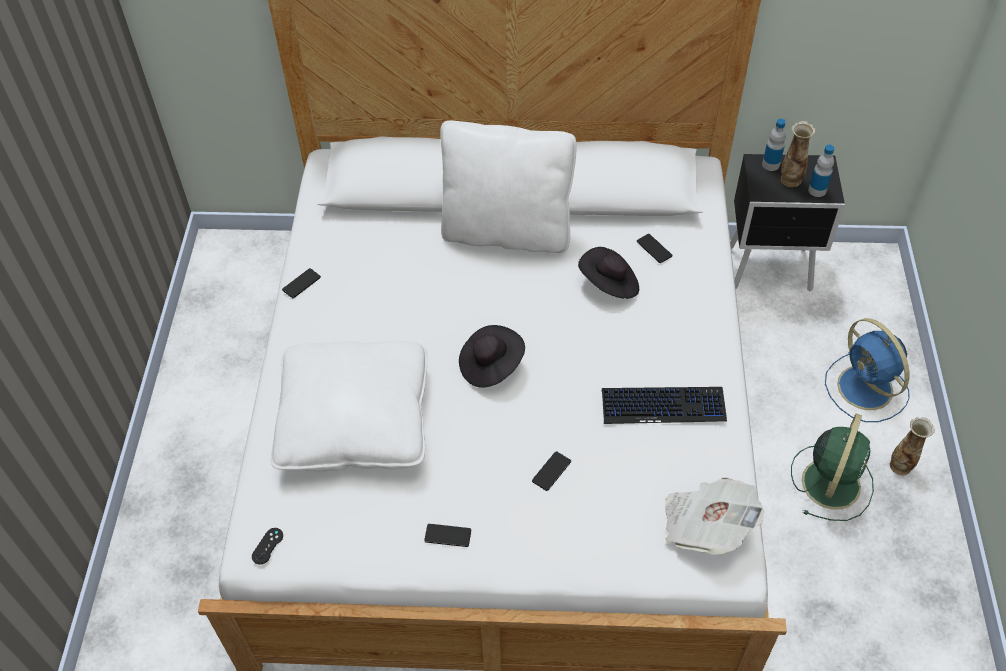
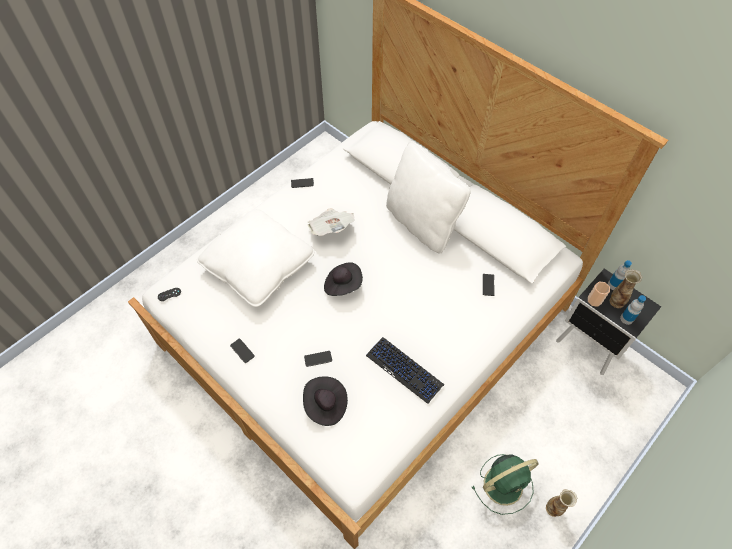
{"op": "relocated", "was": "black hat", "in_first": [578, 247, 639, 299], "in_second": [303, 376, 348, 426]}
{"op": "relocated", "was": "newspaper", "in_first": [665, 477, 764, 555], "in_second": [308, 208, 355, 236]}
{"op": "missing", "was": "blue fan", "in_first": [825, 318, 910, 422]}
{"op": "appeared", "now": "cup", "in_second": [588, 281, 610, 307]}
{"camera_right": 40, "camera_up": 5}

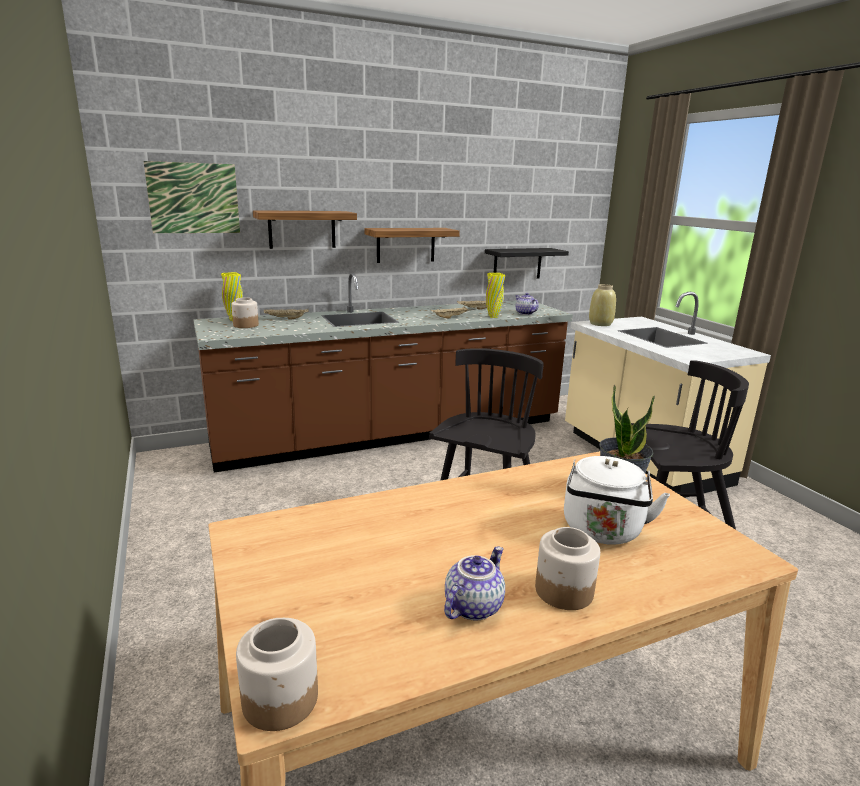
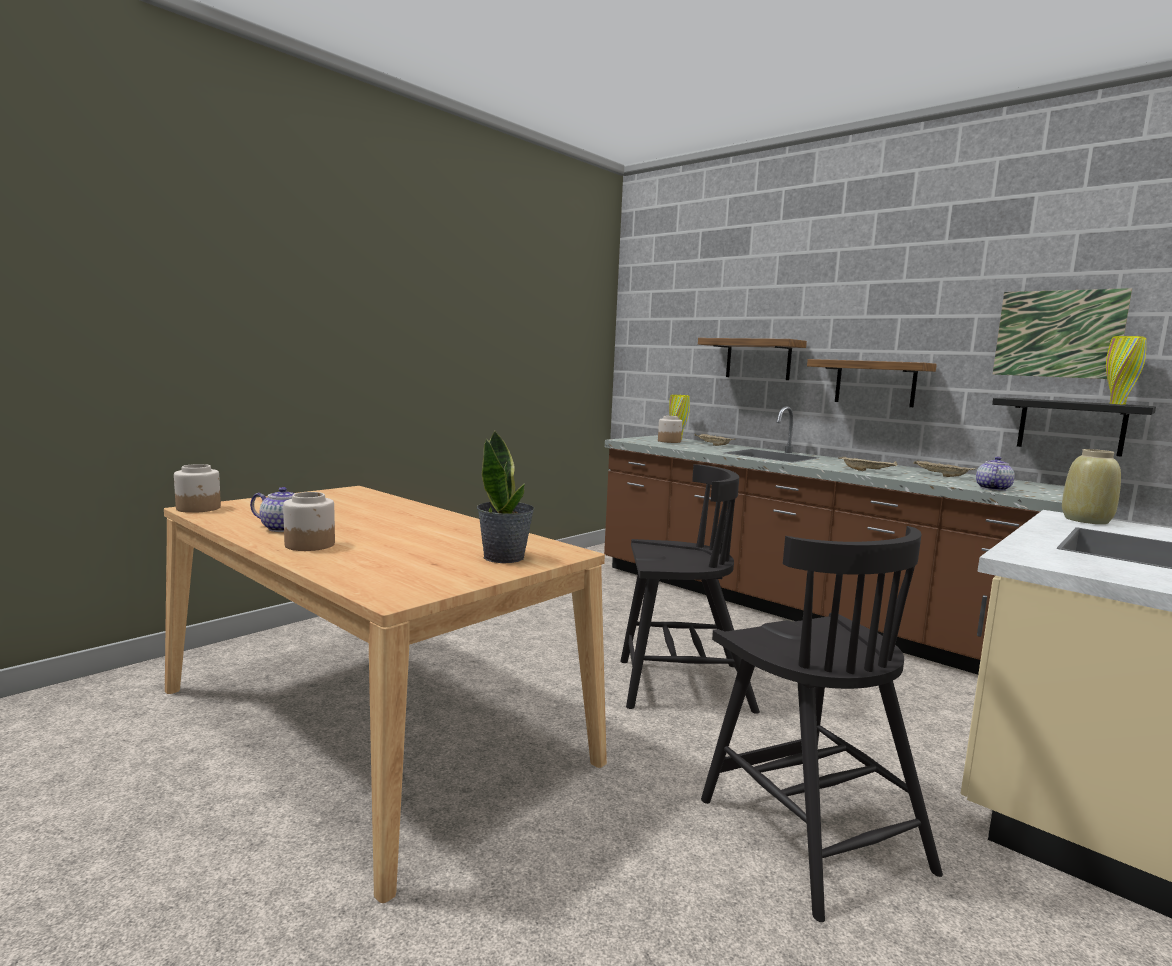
{"op": "relocated", "was": "picture", "in_first": [144, 161, 240, 233], "in_second": [992, 288, 1132, 379]}
{"op": "relocated", "was": "yellow vase", "in_first": [486, 273, 505, 318], "in_second": [1106, 336, 1146, 405]}
{"op": "missing", "was": "white kettle", "in_first": [564, 456, 670, 544]}
{"camera_right": 65, "camera_up": -10}

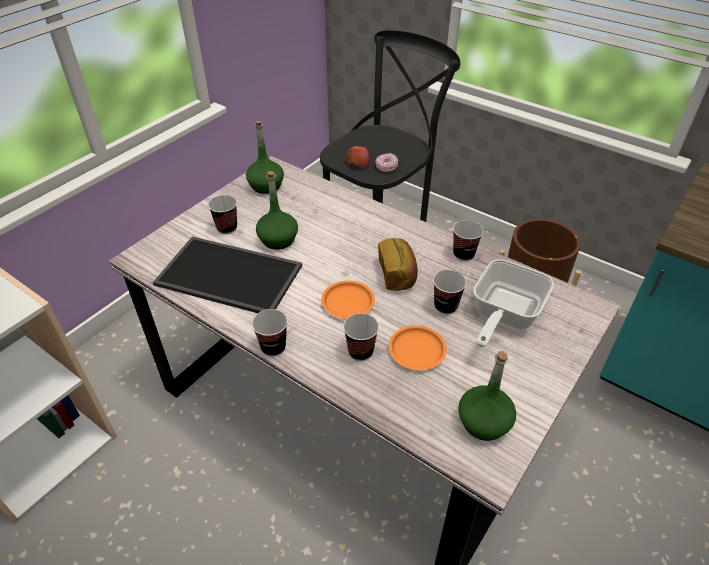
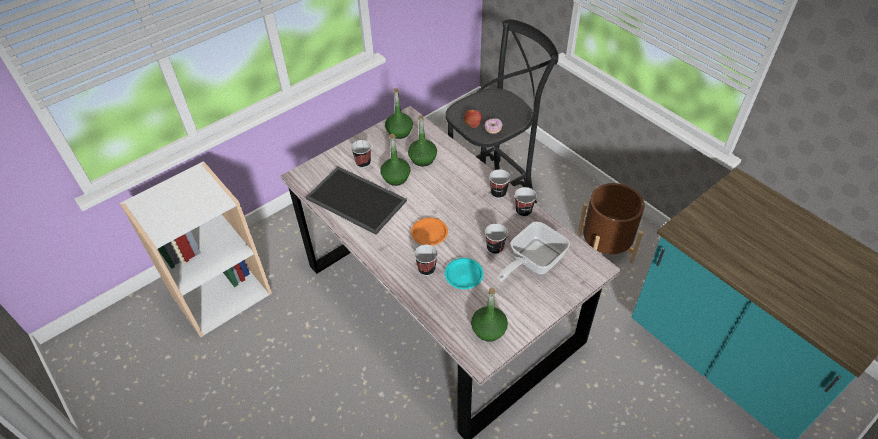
{"op": "relocated", "was": "cup", "in_first": [252, 309, 288, 357], "in_second": [489, 169, 511, 198]}
{"op": "missing", "was": "bread", "in_first": [378, 238, 418, 291]}
{"op": "colour", "was": "orange plate", "now": "turquoise plate", "in_first": [389, 325, 447, 370], "in_second": [445, 258, 484, 289]}
{"op": "appeared", "now": "green bottle", "in_second": [408, 115, 437, 166]}
{"camera_right": 15, "camera_up": 5}

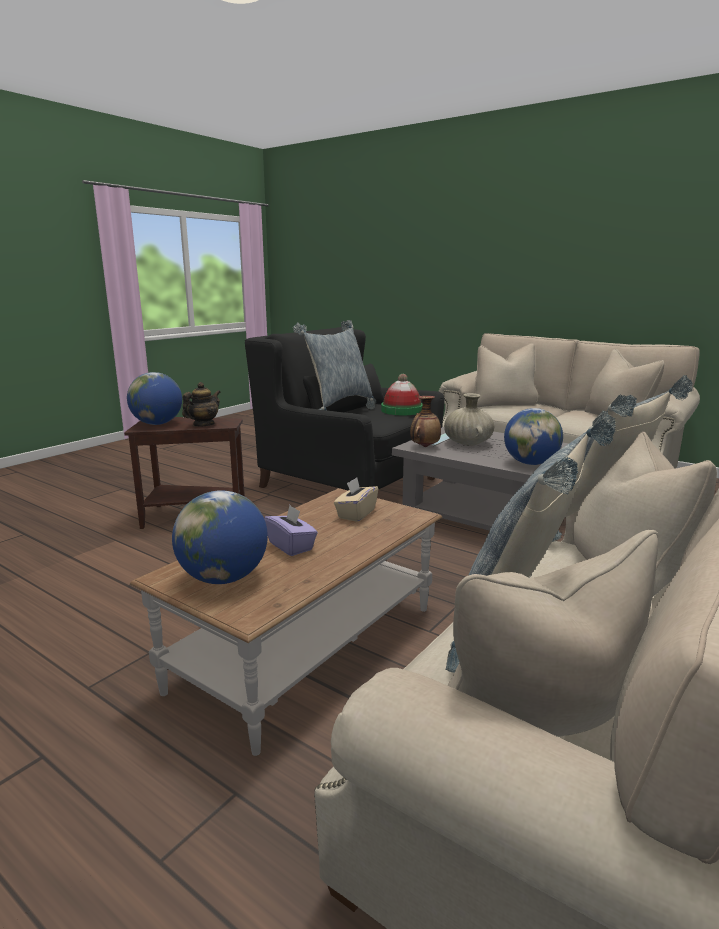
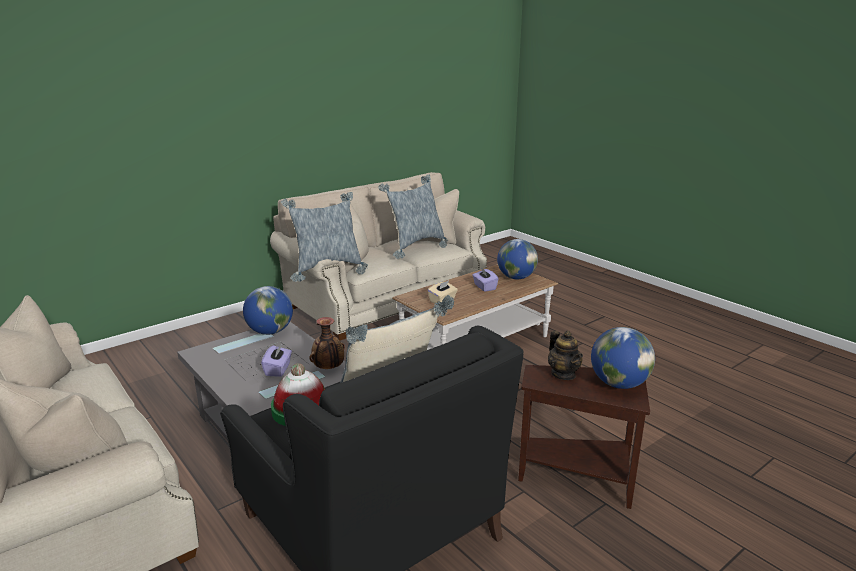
{"op": "spun", "was": "teapot", "in_first": [182, 382, 220, 427], "in_second": [548, 331, 583, 380], "clockwise": -75}
{"op": "exchanged", "was": "beige vase", "now": "purple tissue box", "in_first": [444, 393, 494, 446], "in_second": [261, 344, 292, 377]}
{"camera_right": -165, "camera_up": 5}

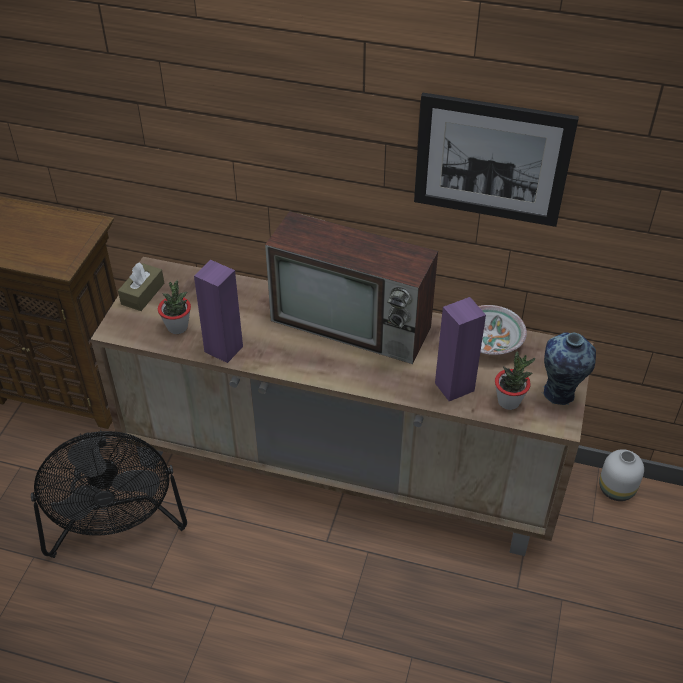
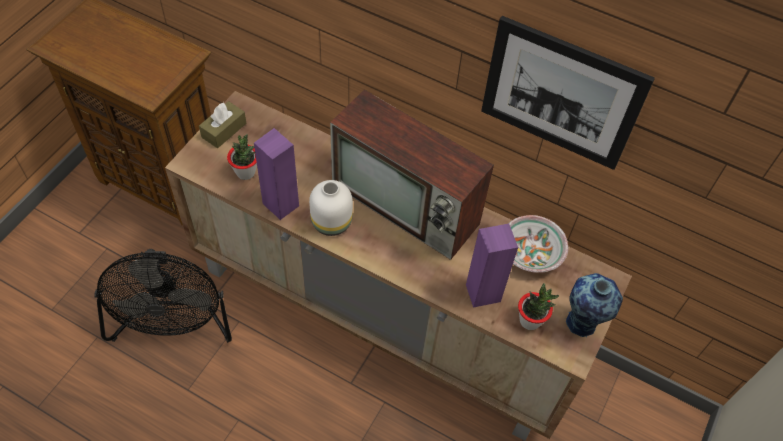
{"op": "relocated", "was": "white vase", "in_first": [599, 449, 644, 501], "in_second": [309, 180, 353, 236]}
{"camera_right": 10, "camera_up": 10}

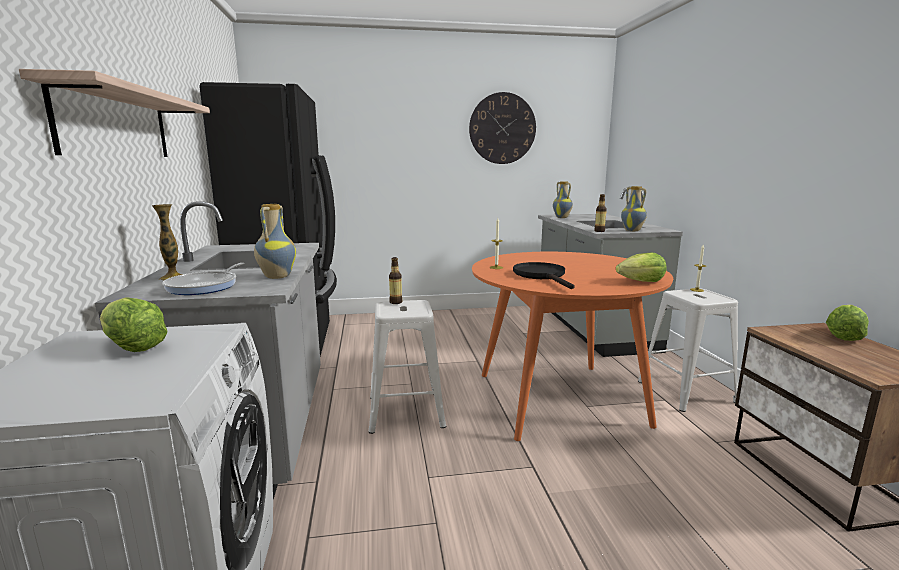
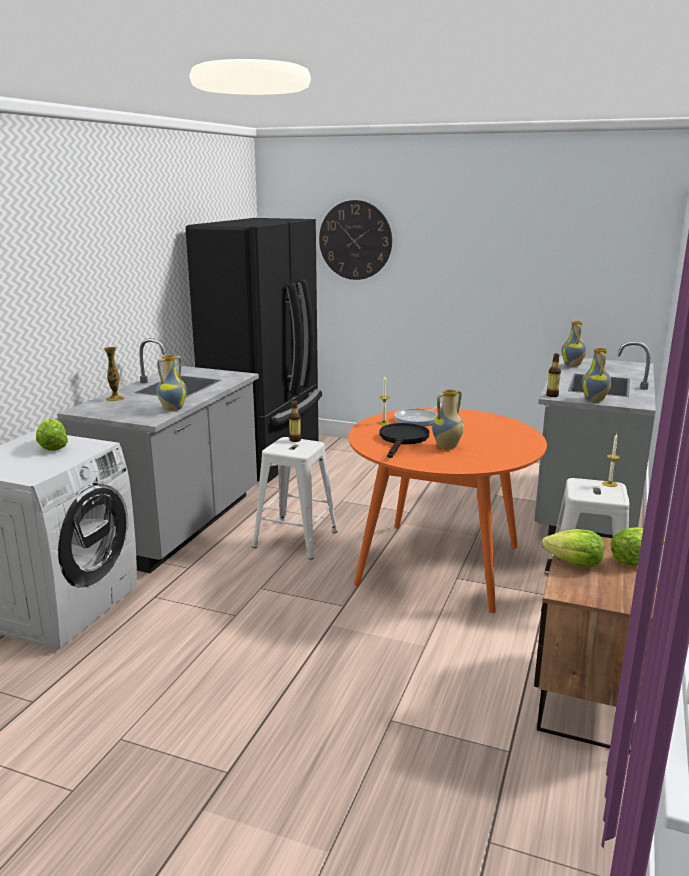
{"op": "missing", "was": "shelf", "in_first": [19, 69, 210, 157]}
{"op": "relocated", "was": "frying pan", "in_first": [162, 263, 245, 295], "in_second": [394, 404, 442, 426]}
{"op": "relocated", "was": "wall clock", "in_first": [469, 92, 536, 164], "in_second": [319, 200, 392, 280]}
{"op": "relocated", "was": "lettuce", "in_first": [616, 253, 666, 282], "in_second": [542, 529, 604, 568]}
{"op": "appeared", "now": "vase", "in_second": [432, 389, 464, 449]}
{"camera_right": 30, "camera_up": 5}

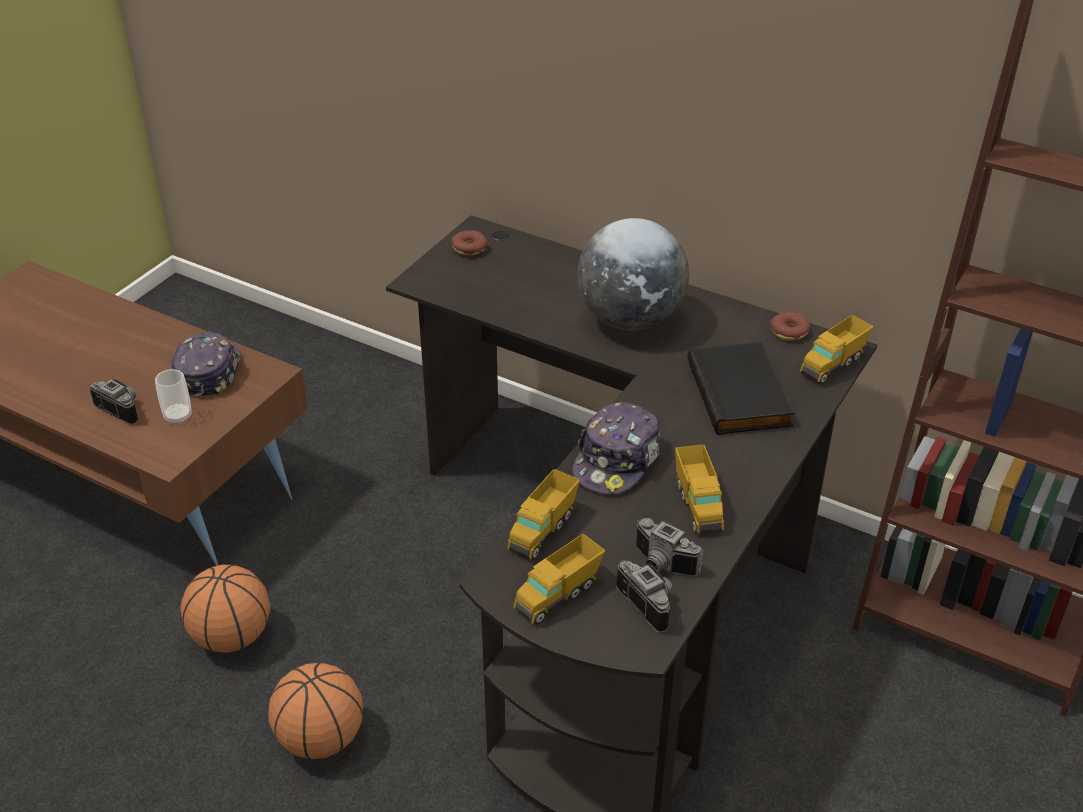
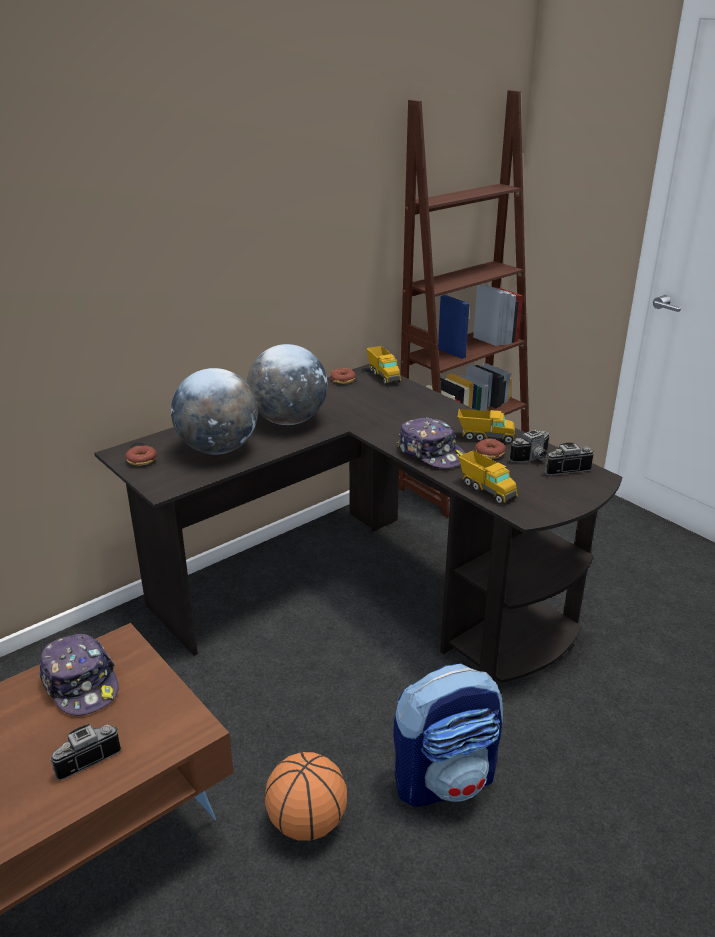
{"op": "missing", "was": "cup", "in_first": [155, 369, 192, 424]}
{"op": "spun", "was": "cap", "in_first": [171, 331, 241, 396], "in_second": [39, 634, 119, 716], "clockwise": -150}
{"op": "exchanged", "was": "basketball", "now": "backpack", "in_first": [268, 663, 363, 759], "in_second": [393, 664, 503, 807]}
{"op": "missing", "was": "toy truck", "in_first": [513, 534, 605, 625]}
{"op": "missing", "was": "black book", "in_first": [688, 342, 794, 435]}
{"op": "appeared", "now": "globe", "in_second": [171, 368, 258, 454]}
{"op": "appeared", "now": "donut", "in_second": [475, 438, 506, 459]}
{"camera_right": -70, "camera_up": -10}

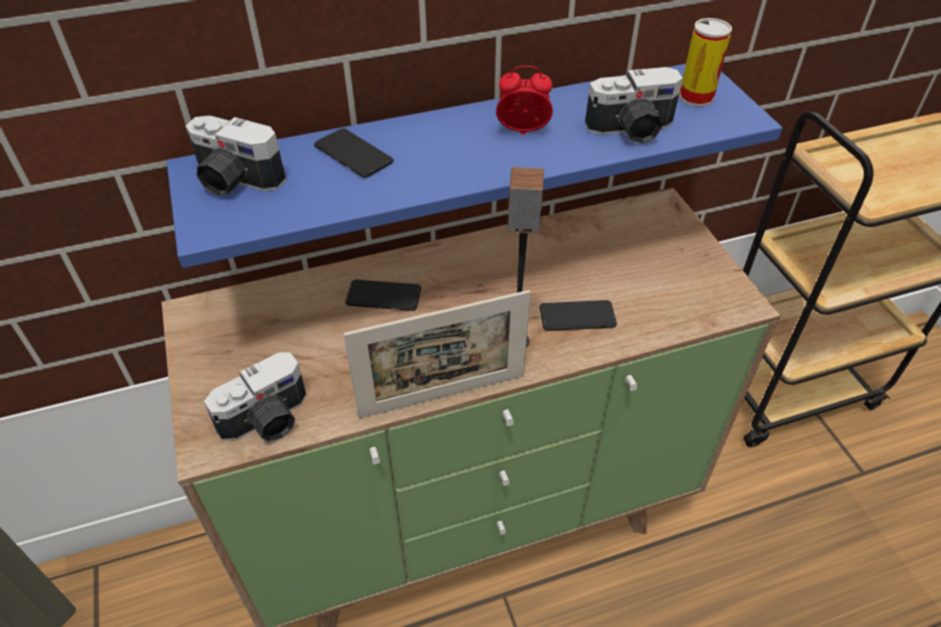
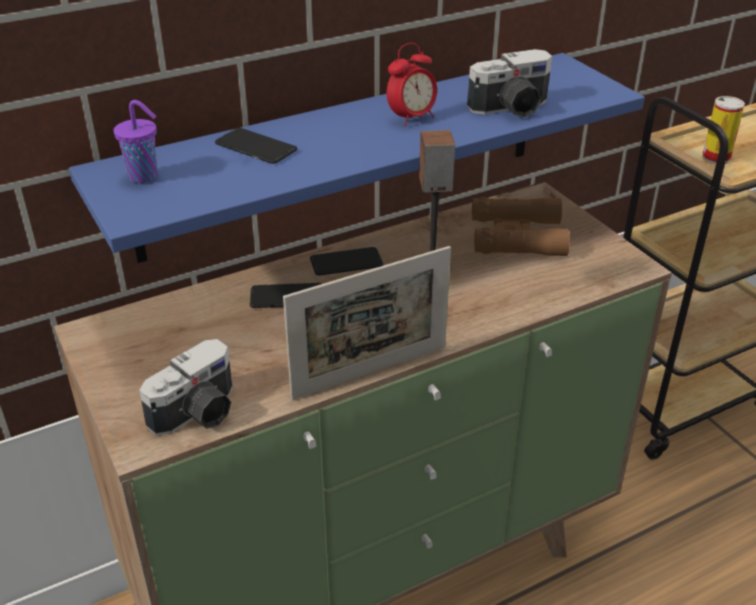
{"op": "exchanged", "was": "photo camera", "now": "purple cup", "in_first": [185, 116, 286, 196], "in_second": [114, 100, 157, 183]}
{"op": "spun", "was": "alarm clock", "in_first": [496, 66, 553, 135], "in_second": [387, 43, 437, 126], "clockwise": 150}
{"op": "relocated", "was": "phone", "in_first": [540, 300, 617, 331], "in_second": [310, 247, 383, 275]}
{"op": "relocated", "was": "can", "in_first": [679, 18, 732, 107], "in_second": [702, 96, 745, 164]}
{"op": "appeared", "now": "brown binoculars", "in_second": [472, 197, 570, 256]}
{"camera_right": -10, "camera_up": -10}

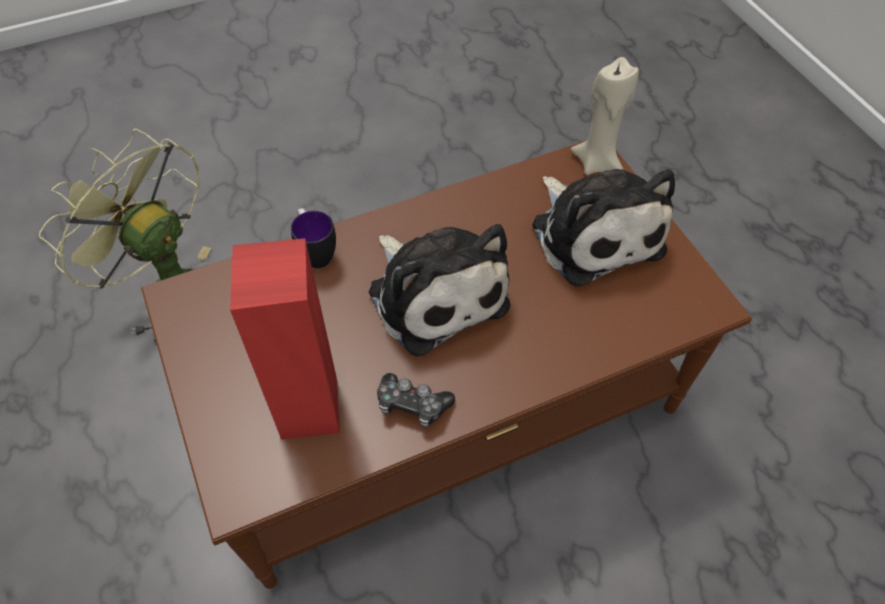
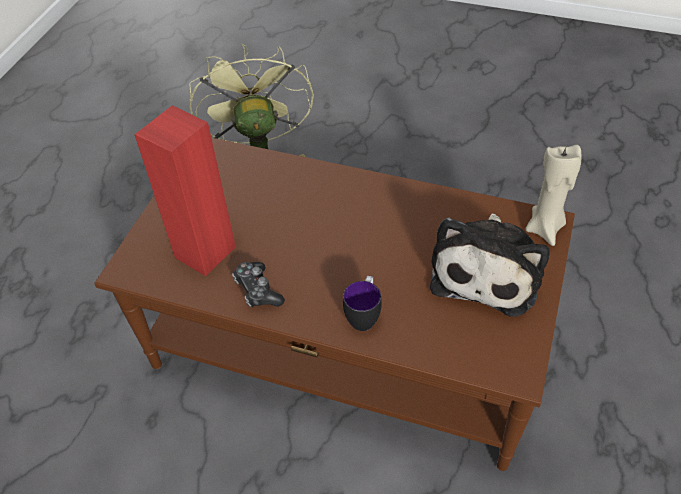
{"op": "relocated", "was": "mug", "in_first": [291, 208, 336, 268], "in_second": [343, 276, 382, 331]}
{"op": "missing", "was": "plush toy", "in_first": [369, 224, 510, 357]}
{"camera_right": 45, "camera_up": -5}

